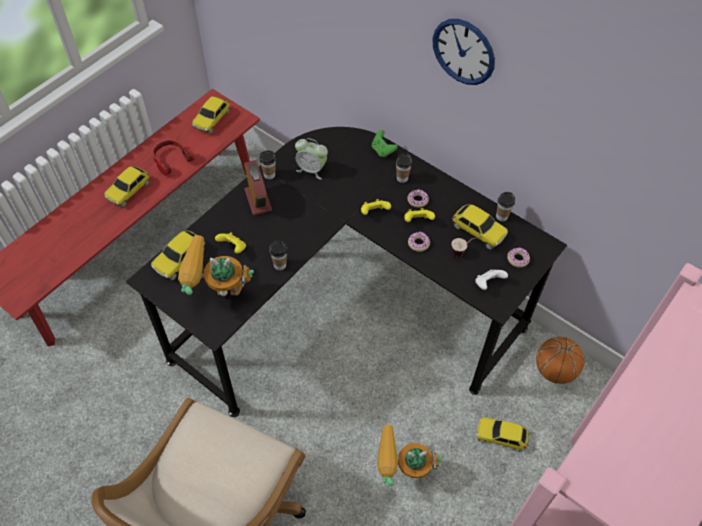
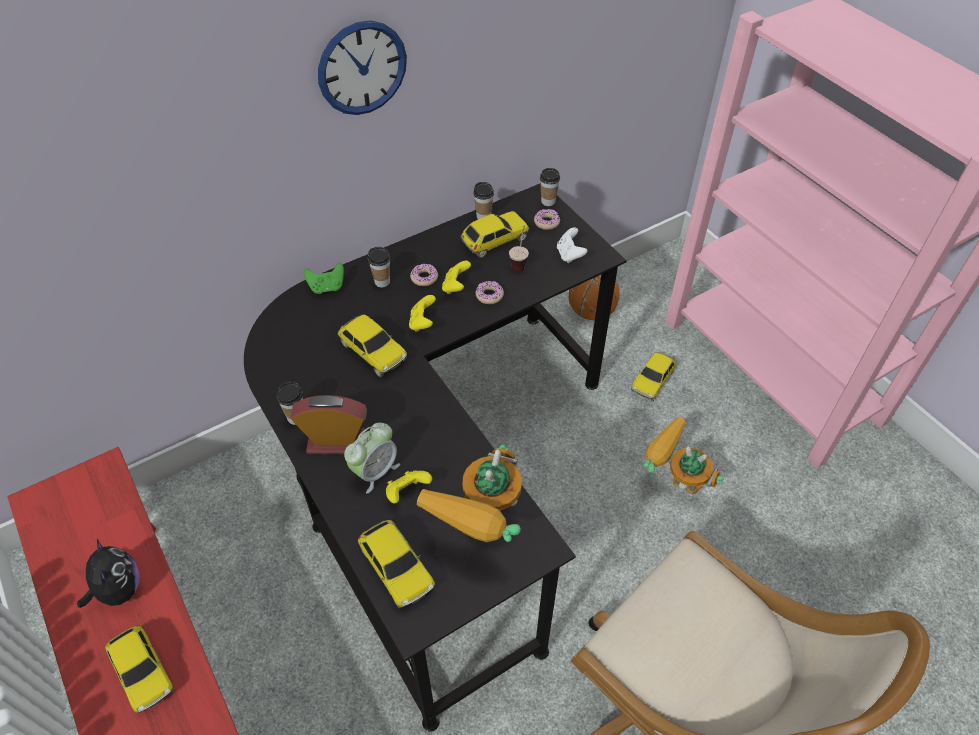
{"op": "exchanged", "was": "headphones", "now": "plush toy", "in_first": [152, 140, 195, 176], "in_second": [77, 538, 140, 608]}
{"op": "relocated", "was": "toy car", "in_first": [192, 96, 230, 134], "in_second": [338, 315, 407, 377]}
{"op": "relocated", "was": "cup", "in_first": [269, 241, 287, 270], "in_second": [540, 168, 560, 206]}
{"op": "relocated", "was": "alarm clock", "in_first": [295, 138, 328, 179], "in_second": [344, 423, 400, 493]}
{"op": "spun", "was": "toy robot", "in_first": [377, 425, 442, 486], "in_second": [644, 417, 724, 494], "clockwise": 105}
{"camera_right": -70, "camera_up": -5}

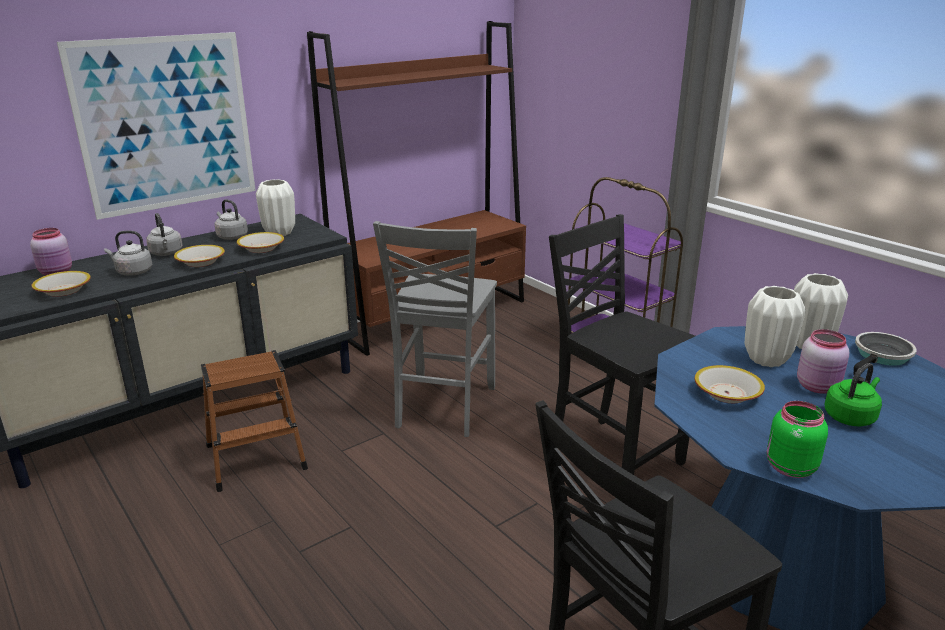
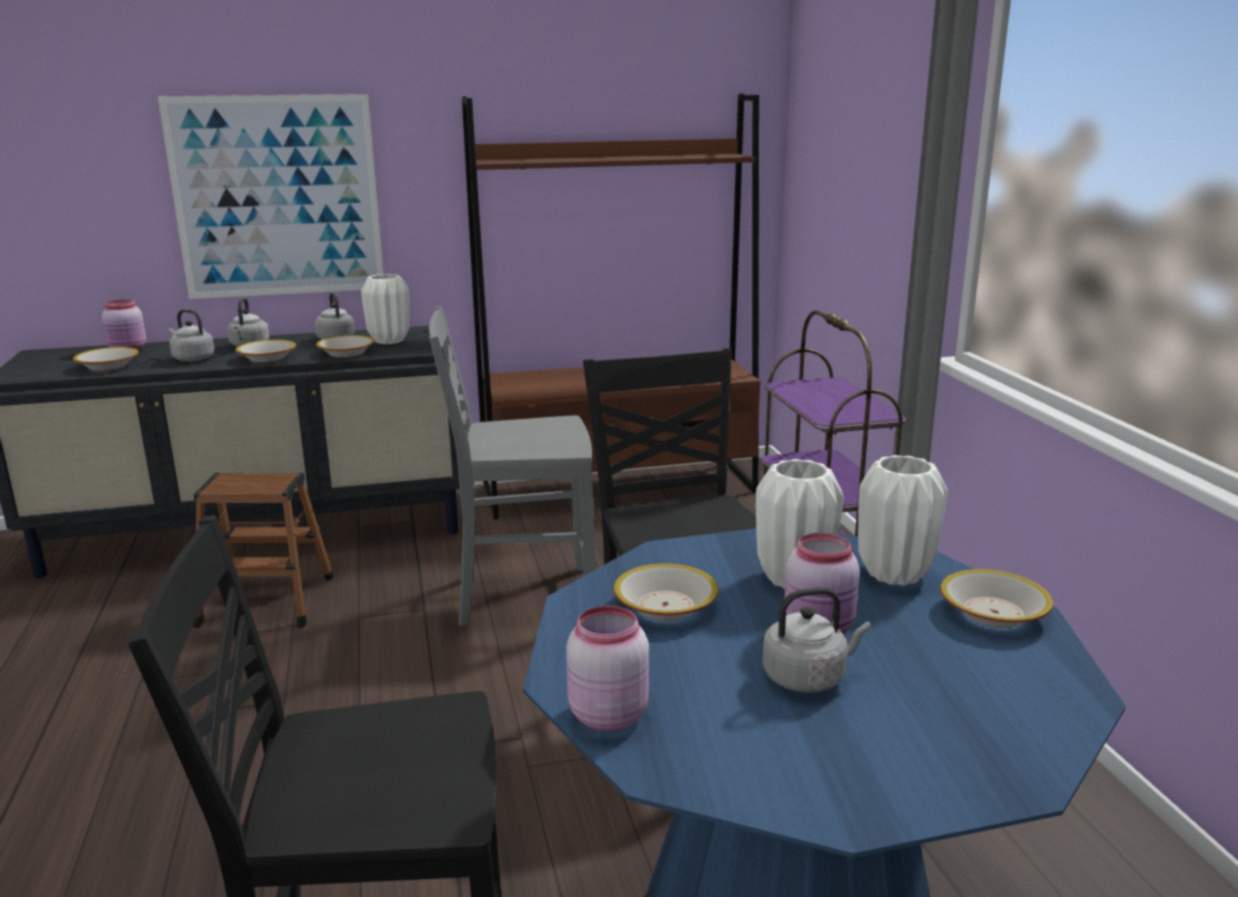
{"op": "spun", "was": "grey chair", "in_first": [373, 221, 497, 437], "in_second": [429, 306, 595, 626], "clockwise": 45}
{"op": "colour", "was": "green jar", "now": "pink jar", "in_first": [767, 401, 828, 478], "in_second": [566, 606, 649, 731]}
{"op": "colour", "was": "green kettle", "now": "grey kettle", "in_first": [825, 363, 882, 427], "in_second": [762, 587, 871, 693]}
{"op": "exchanged", "was": "frying pan", "now": "bowl", "in_first": [854, 332, 917, 375], "in_second": [940, 569, 1053, 628]}
{"camera_right": 25, "camera_up": -5}

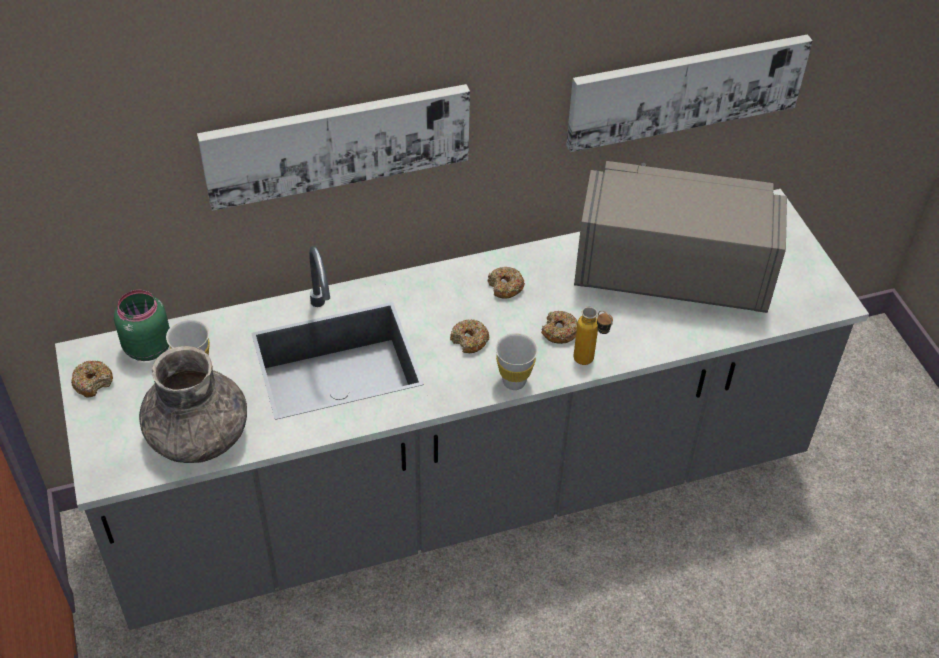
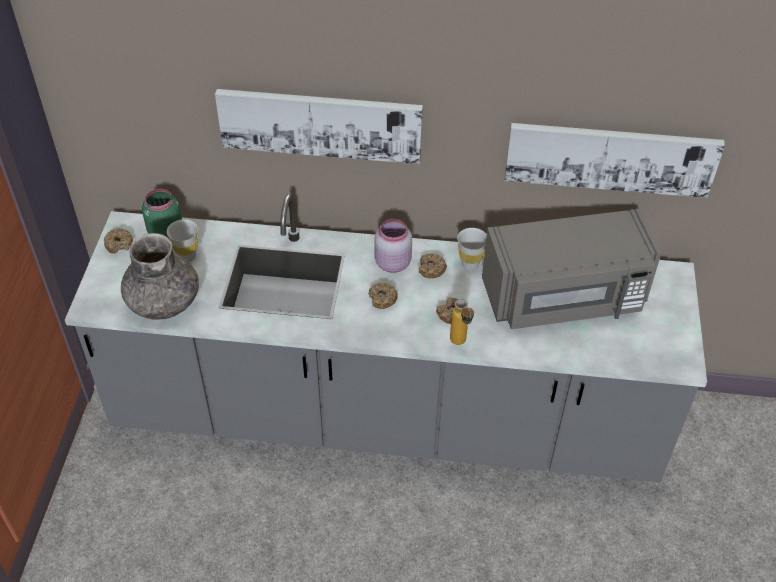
{"op": "relocated", "was": "white cup", "in_first": [495, 333, 538, 390], "in_second": [457, 228, 487, 270]}
{"op": "spun", "was": "grey microwave", "in_first": [574, 161, 787, 313], "in_second": [482, 209, 662, 329], "clockwise": 135}
{"op": "appeared", "now": "pink jar", "in_second": [375, 219, 412, 273]}
{"camera_right": 25, "camera_up": 0}

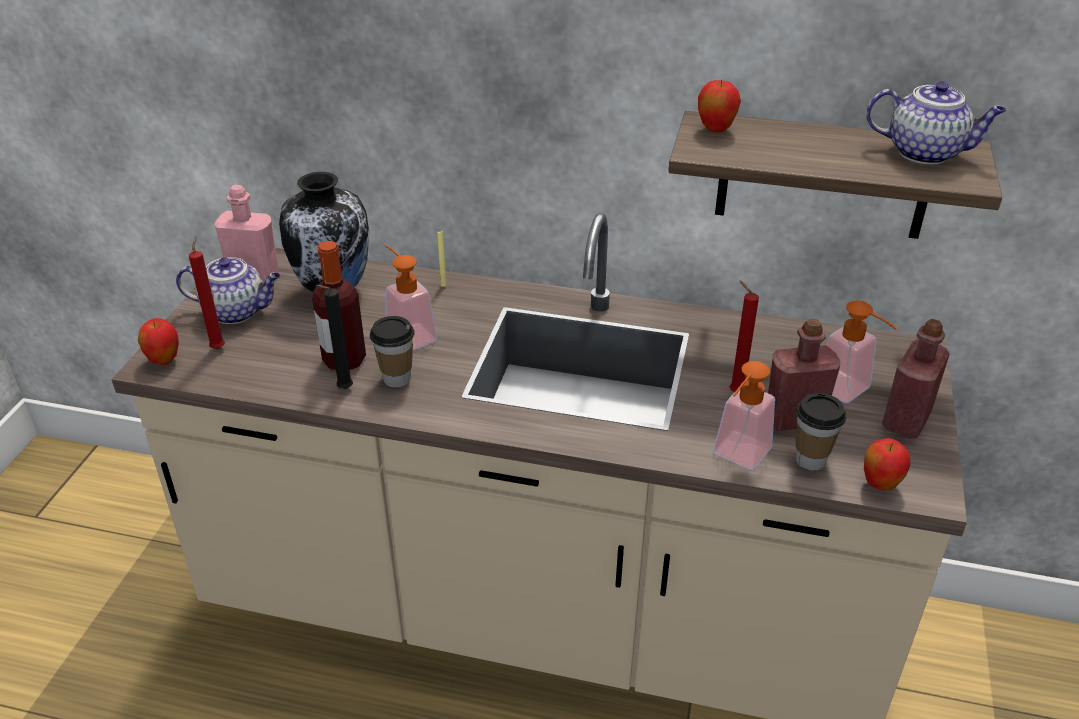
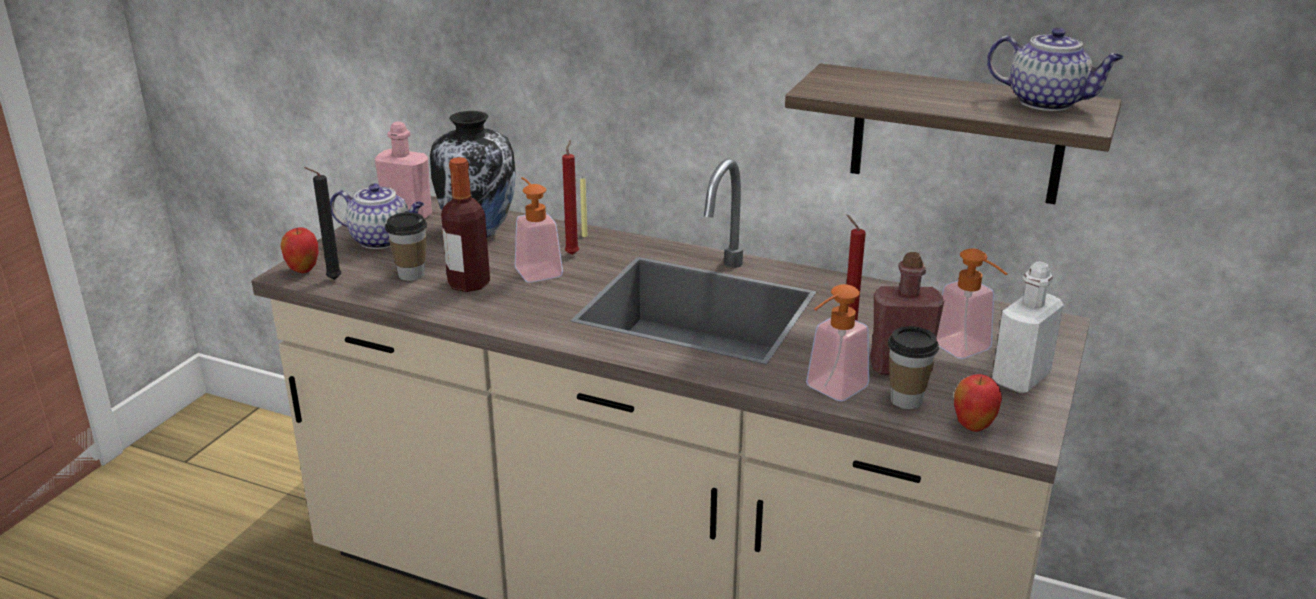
{"op": "relocated", "was": "red candle", "in_first": [189, 236, 225, 349], "in_second": [562, 140, 579, 255]}
{"op": "relocated", "was": "black candle", "in_first": [316, 285, 353, 389], "in_second": [304, 167, 342, 280]}
{"op": "relocated", "was": "cup", "in_first": [370, 316, 415, 387], "in_second": [385, 212, 427, 281]}
{"op": "missing", "was": "apple", "in_first": [698, 79, 741, 132]}
{"op": "colour", "was": "red bottle", "now": "white bottle", "in_first": [882, 319, 950, 438], "in_second": [992, 261, 1064, 393]}
{"camera_right": 10, "camera_up": -10}

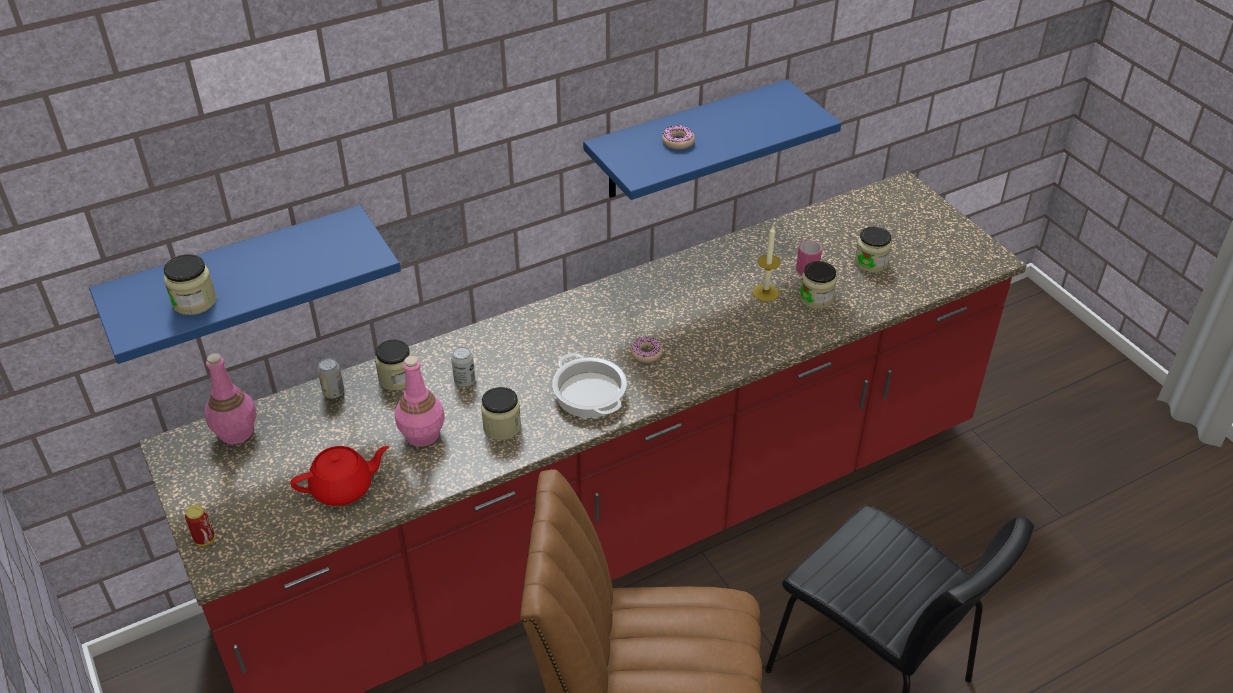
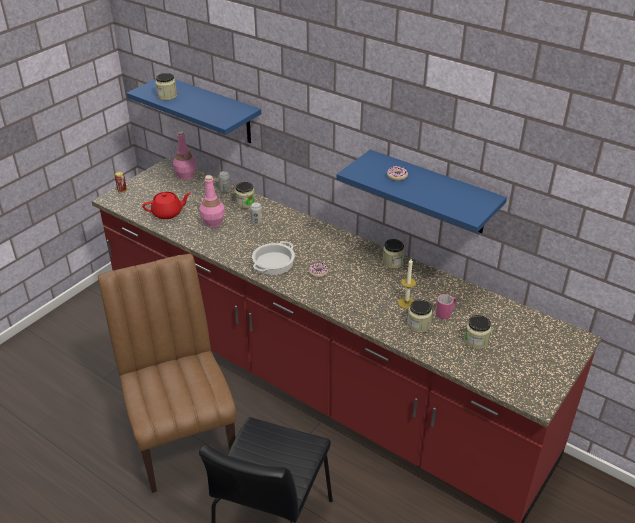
{"op": "spun", "was": "red teapot", "in_first": [291, 446, 389, 506], "in_second": [142, 192, 191, 219], "clockwise": -60}
{"op": "relocated", "was": "jar", "in_first": [481, 387, 521, 440], "in_second": [382, 239, 405, 269]}
{"camera_right": 65, "camera_up": -5}

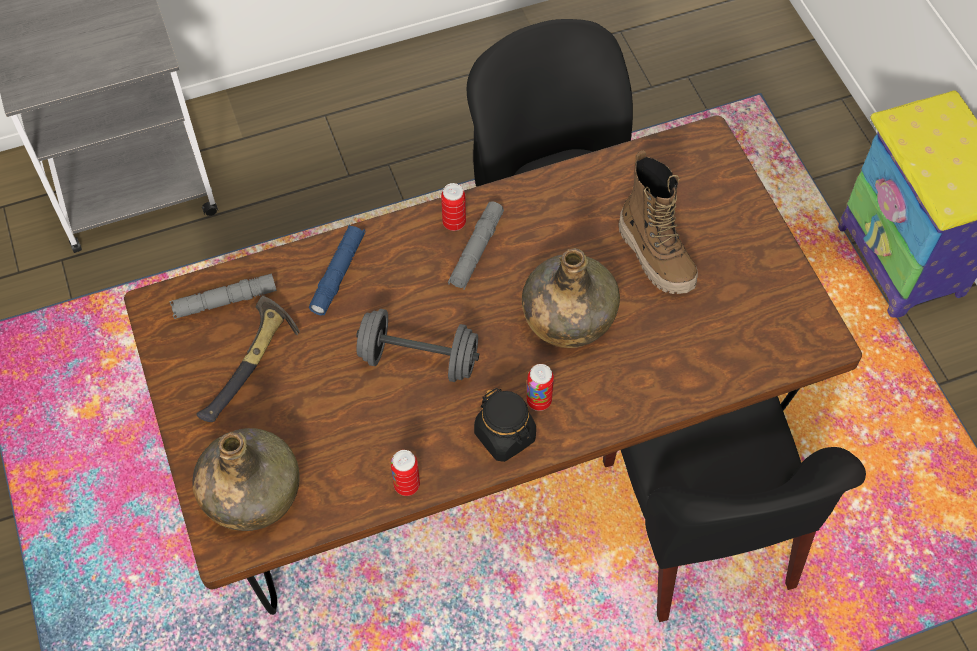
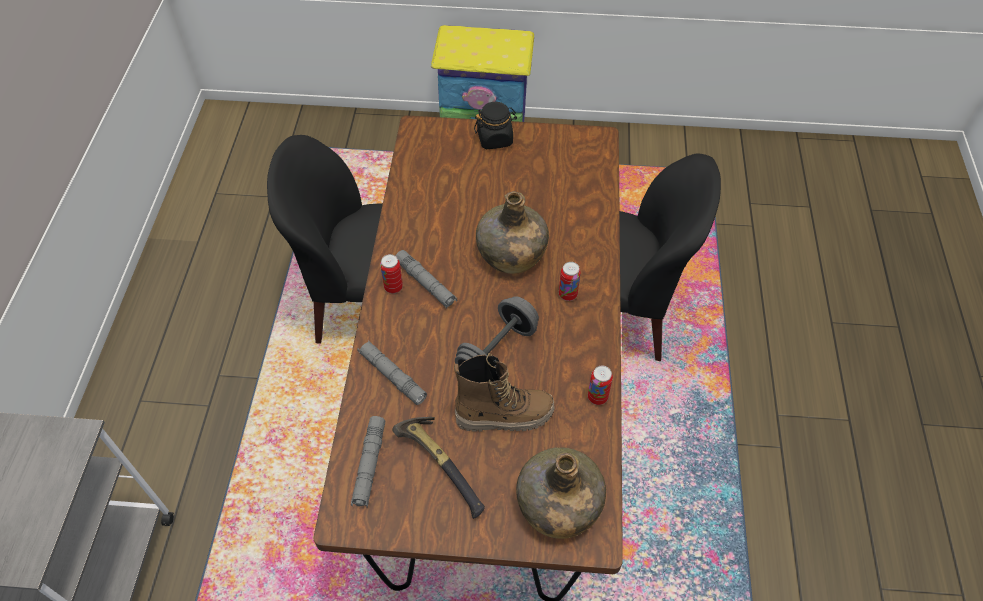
{"op": "colour", "was": "blue flashlight", "now": "grey flashlight", "in_first": [309, 224, 365, 315], "in_second": [358, 340, 427, 405]}
{"op": "relocated", "was": "black jar", "in_first": [474, 388, 536, 462], "in_second": [474, 102, 517, 149]}
{"op": "relocated", "was": "boot", "in_first": [618, 150, 698, 294], "in_second": [454, 353, 554, 432]}
{"camera_right": -65, "camera_up": -5}

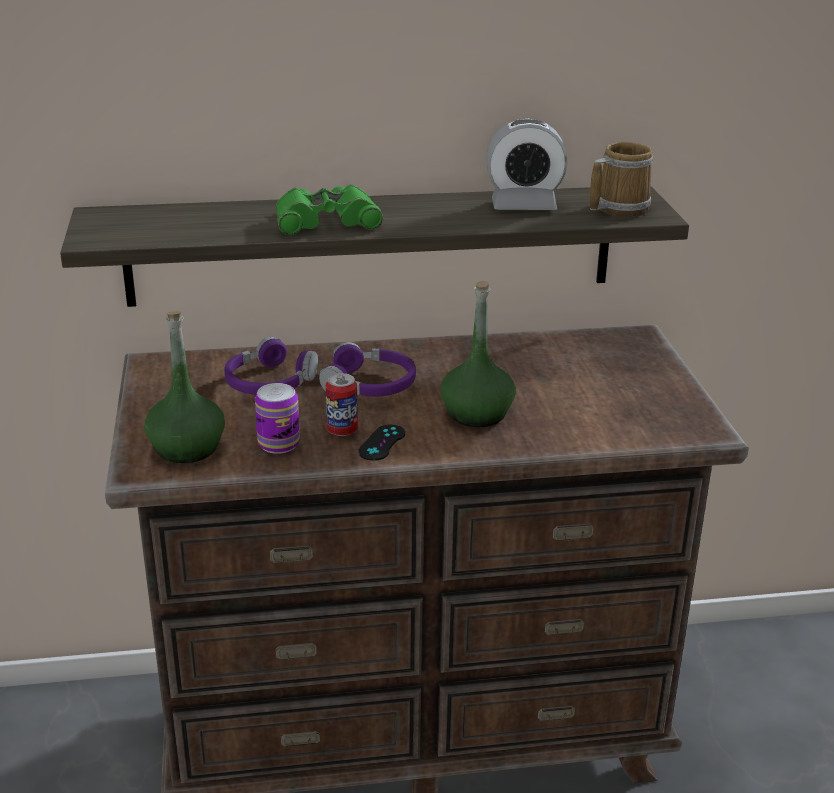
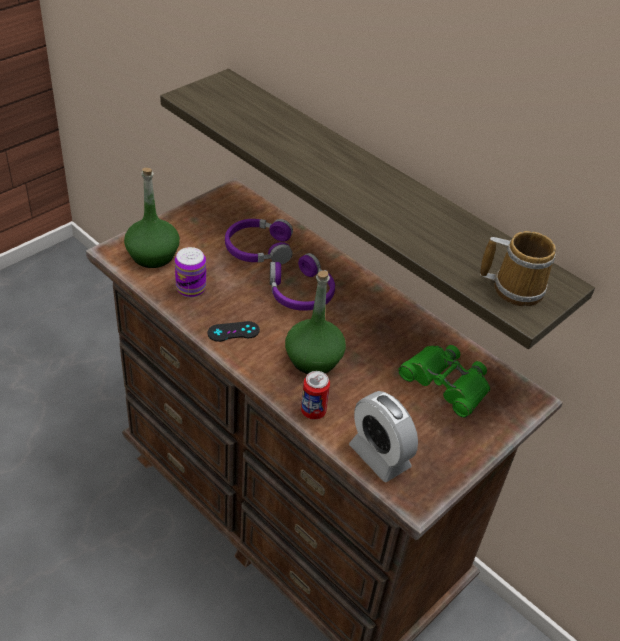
{"op": "relocated", "was": "green binoculars", "in_first": [276, 184, 383, 235], "in_second": [398, 345, 490, 418]}
{"op": "relocated", "was": "can", "in_first": [326, 373, 358, 436], "in_second": [301, 371, 330, 419]}
{"op": "relocated", "was": "alarm clock", "in_first": [486, 119, 568, 210], "in_second": [349, 391, 418, 482]}
{"camera_right": 50, "camera_up": 15}

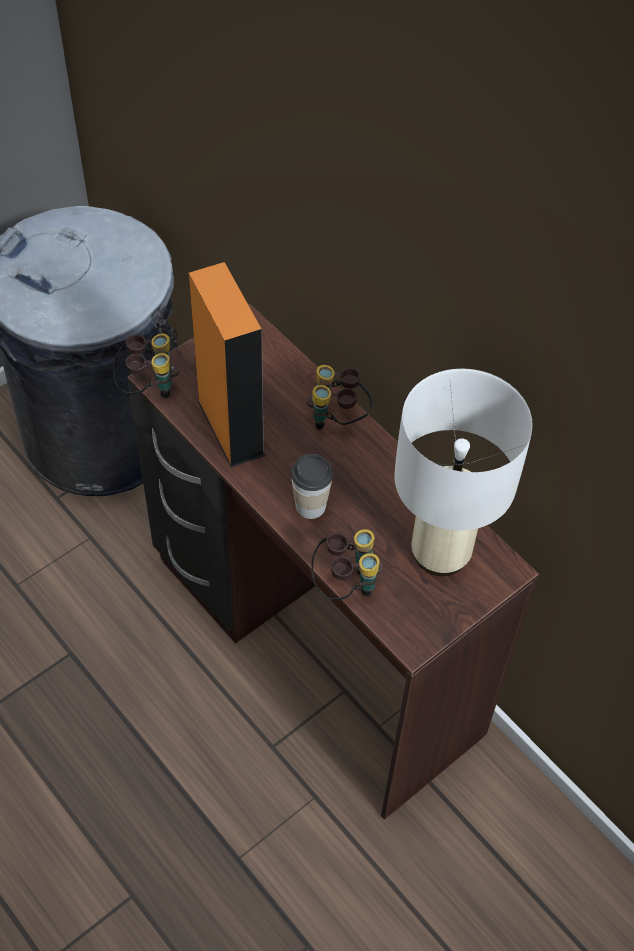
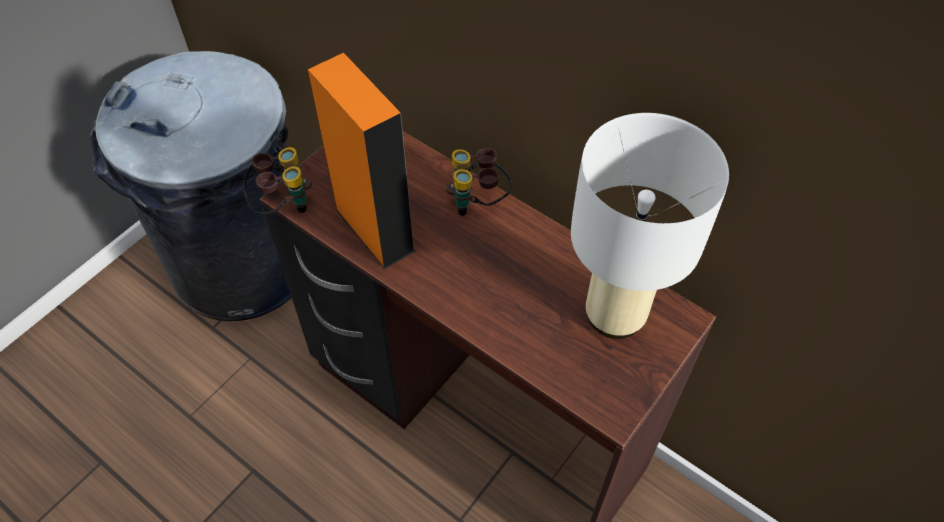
{"op": "missing", "was": "cup", "in_first": [291, 454, 333, 519]}
{"op": "missing", "was": "binoculars", "in_first": [311, 529, 383, 600]}
{"camera_right": -10, "camera_up": 0}

